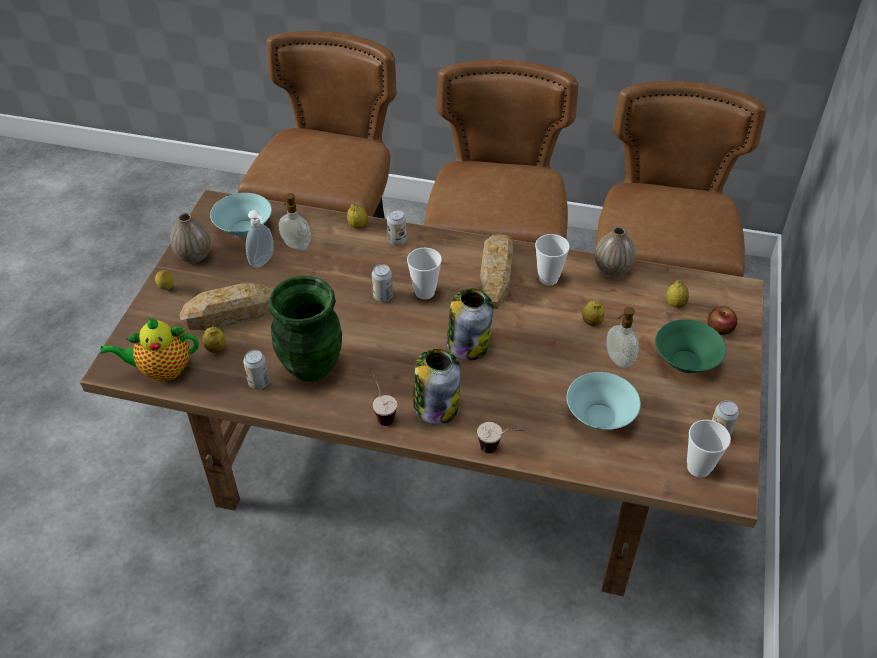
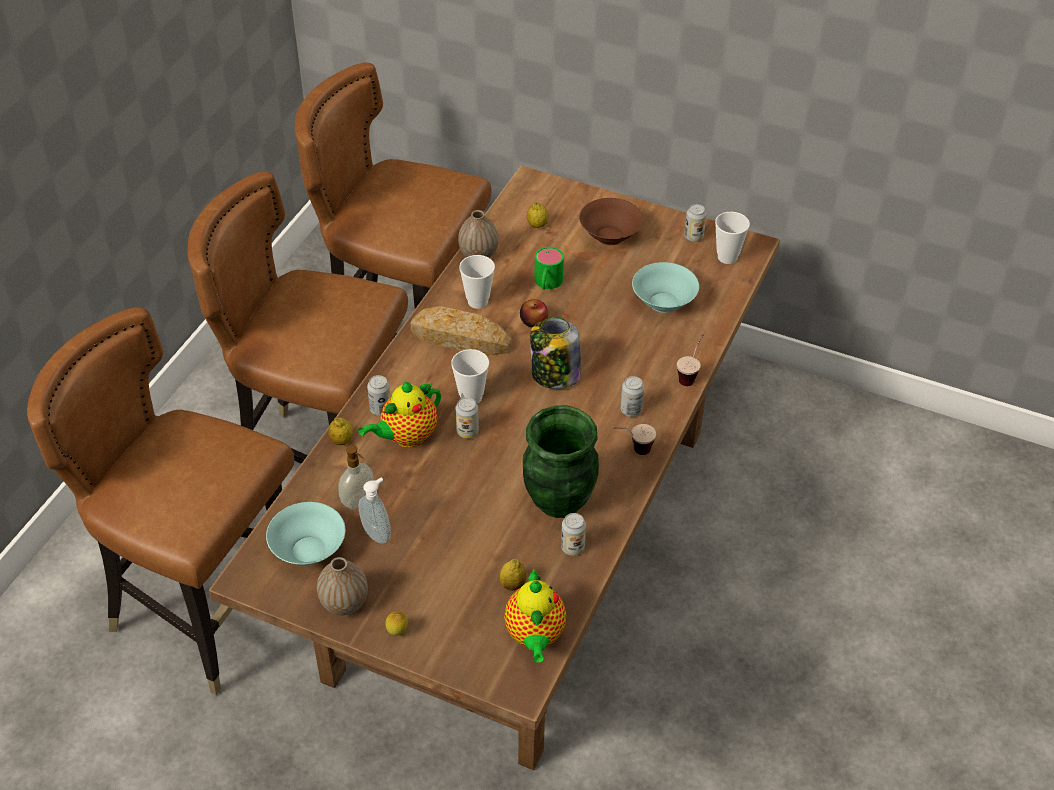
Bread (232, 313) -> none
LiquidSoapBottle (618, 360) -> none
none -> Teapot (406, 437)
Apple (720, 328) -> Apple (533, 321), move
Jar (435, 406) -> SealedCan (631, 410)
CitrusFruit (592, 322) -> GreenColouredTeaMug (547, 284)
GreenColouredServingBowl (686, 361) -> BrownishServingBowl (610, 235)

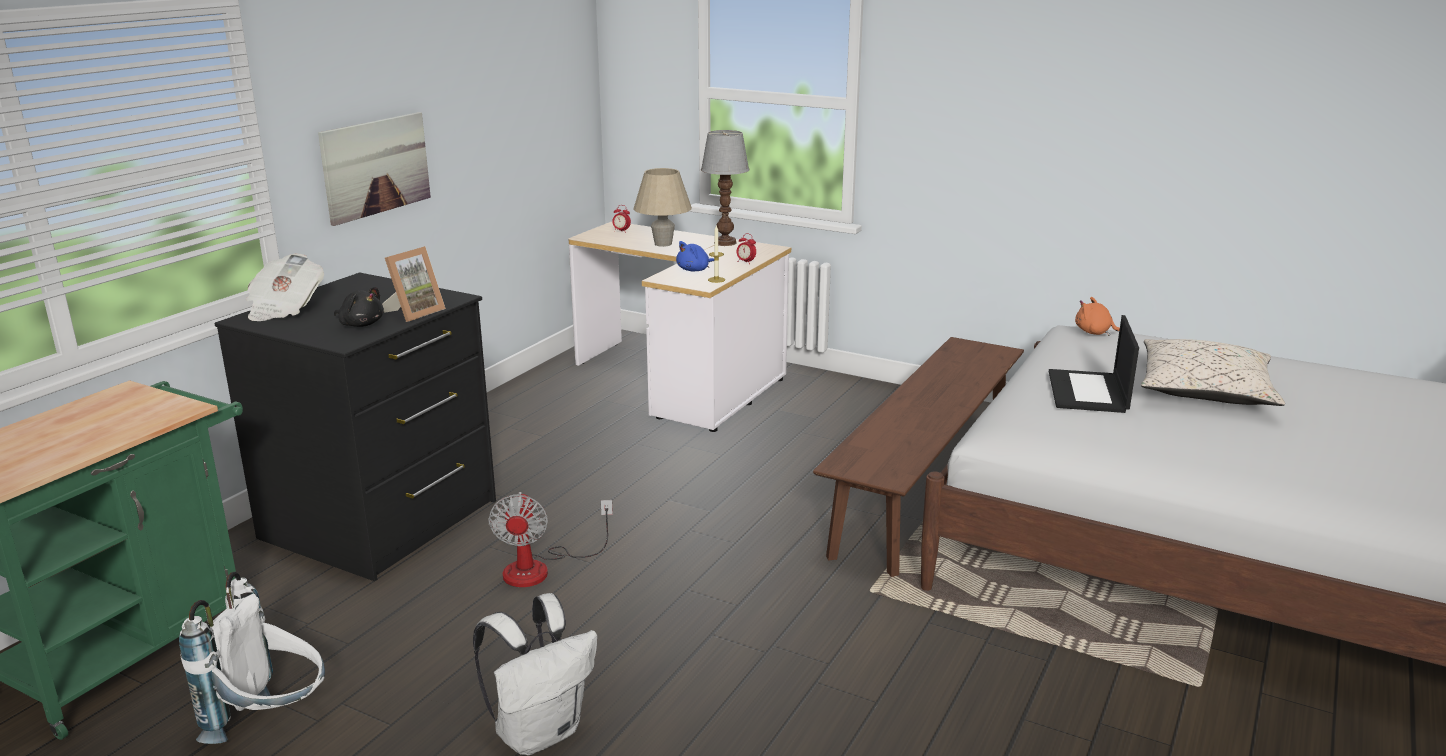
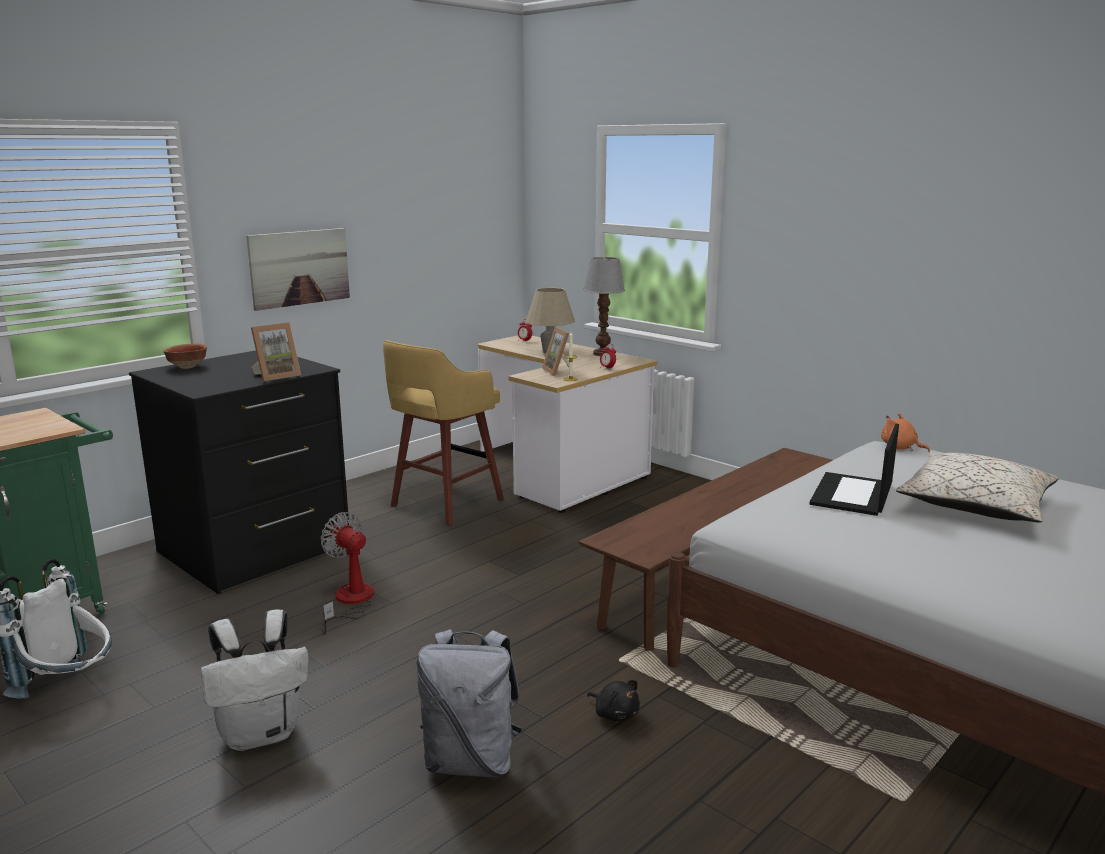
none -> YellowishSittingStool (444, 504)
none -> GreyishKnapsack (471, 761)
BlackishCuddlyToy (361, 324) -> BlackishCuddlyToy (615, 713), move
Newspaper (284, 309) -> ServingBowl (186, 367)
BluishCuddlyToy (695, 270) -> PhotoFrame (559, 371)
CoolingFan (540, 568) -> CoolingFan (350, 602), 120 degrees clockwise

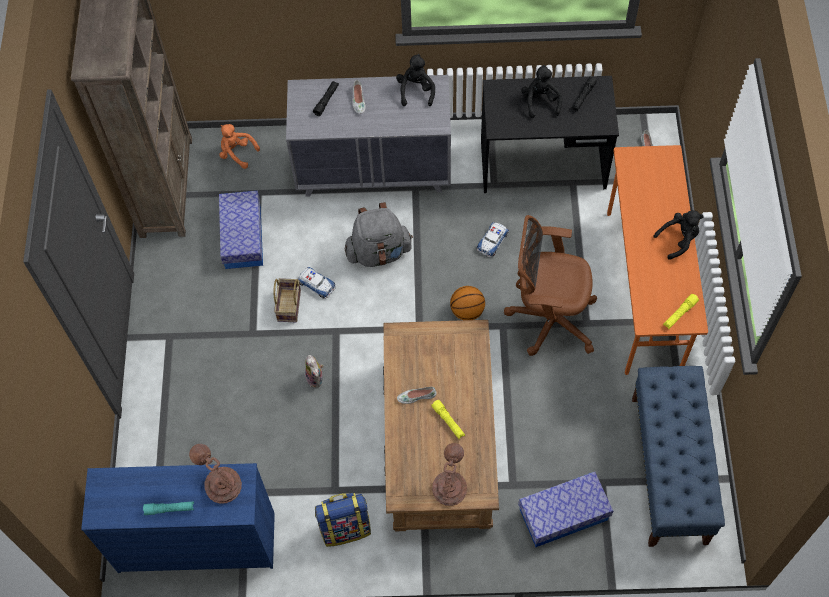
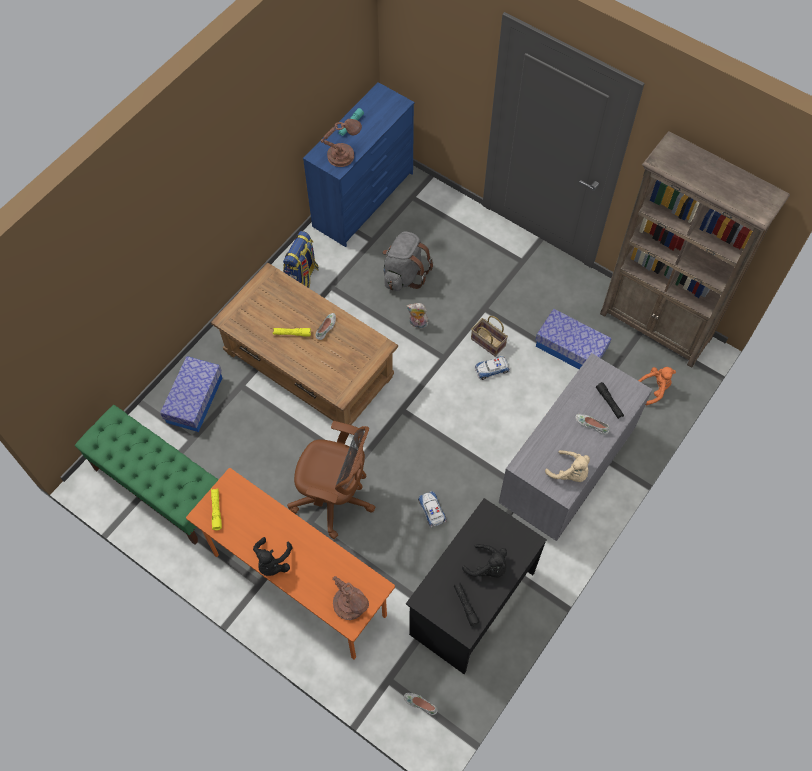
Basketball (467, 311) -> none
GreyishKnapsack (379, 252) -> GreyishKnapsack (404, 274), move
BrownishTabletopLamp (450, 486) -> BrownishTabletopLamp (351, 606), move
BlackishCuddlyToy (416, 90) -> SandColouredCuddlyToy (570, 473)
BluishBench (669, 470) -> GreenColouredBench (160, 487)
BrownishDeskChair (548, 319) -> BrownishDeskChair (335, 499), 60 degrees clockwise

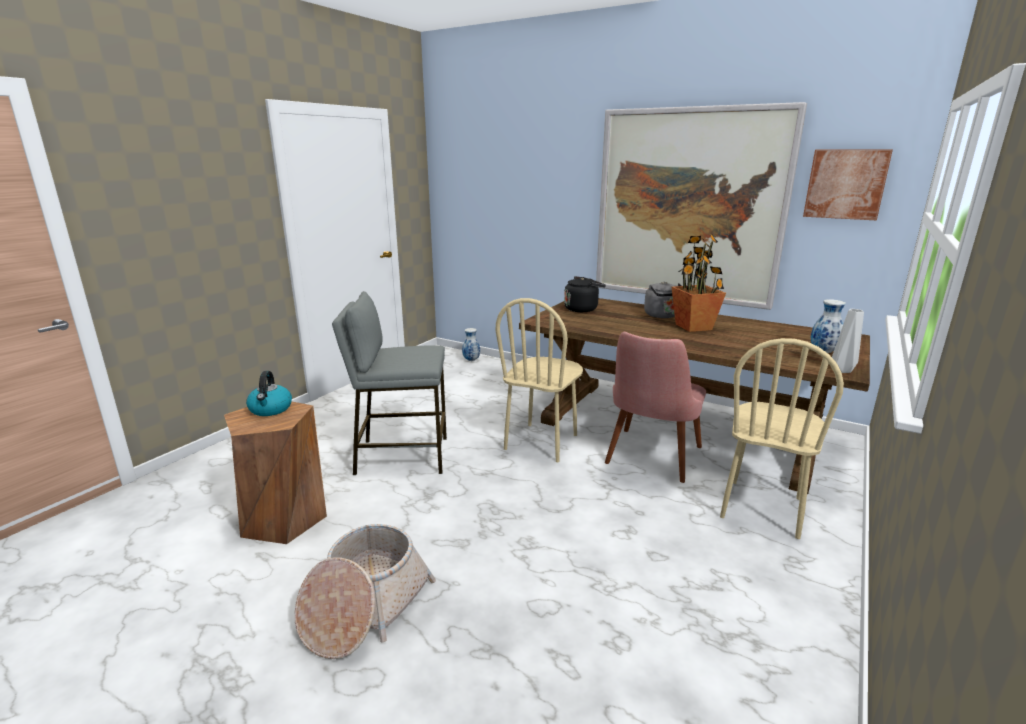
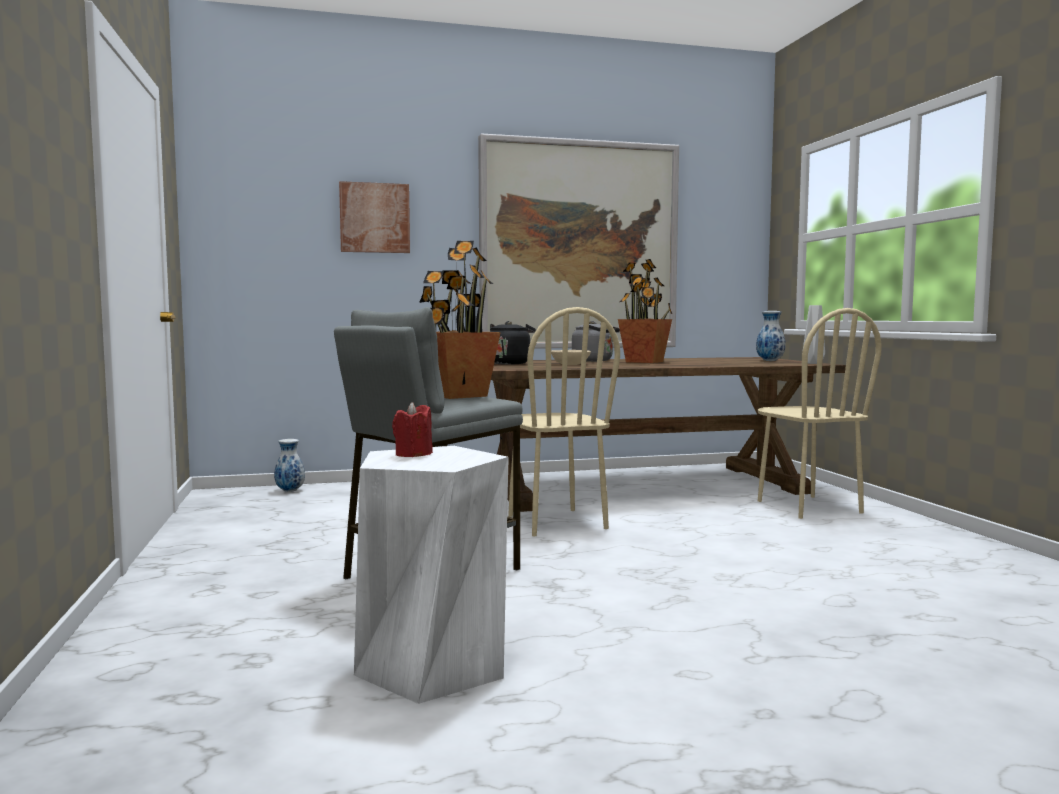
StorageBasket (364, 607) -> none
PinkChair (650, 460) -> none
none -> Houseplant (457, 395)
none -> SandColouredServingBowl (570, 364)
WallArt (845, 184) -> WallArt (374, 218), move
WaterKettle (271, 409) -> RedWaxCandle (413, 454)
BrownishSittingStool (284, 519) -> WhitishSittingStool (432, 666)

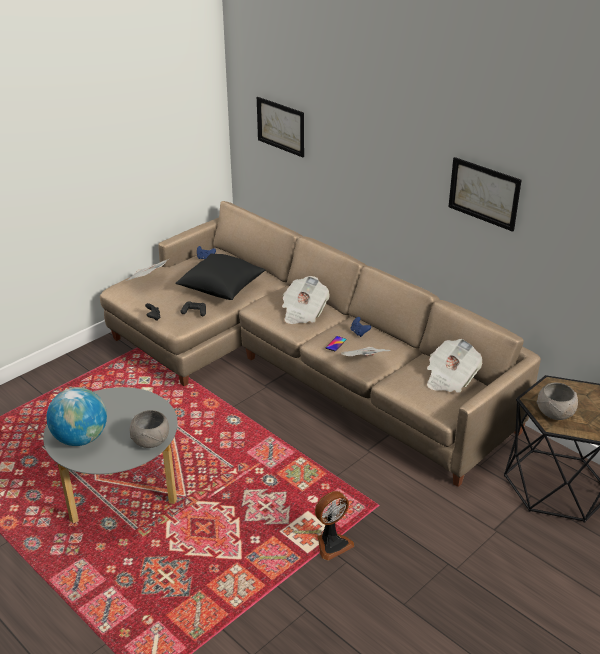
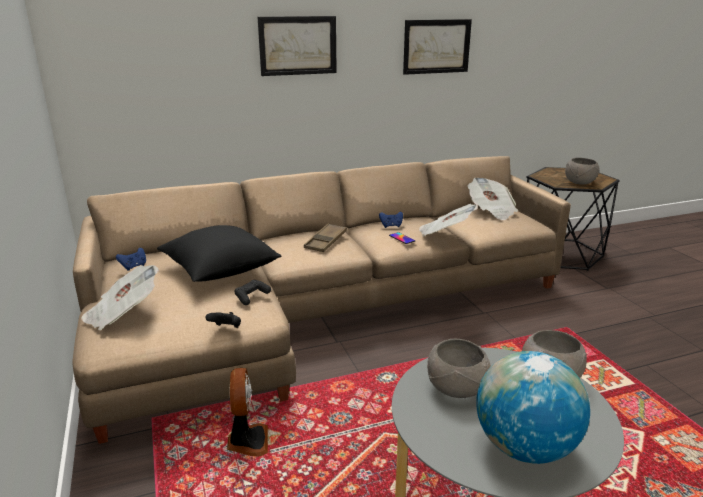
none -> GreyishServingBowl (455, 388)
WallArt (280, 126) -> WallArt (298, 45), move
CoolingFan (332, 543) -> CoolingFan (247, 442), move
Newspaper (303, 312) -> BrownishCarryingTray (325, 241)

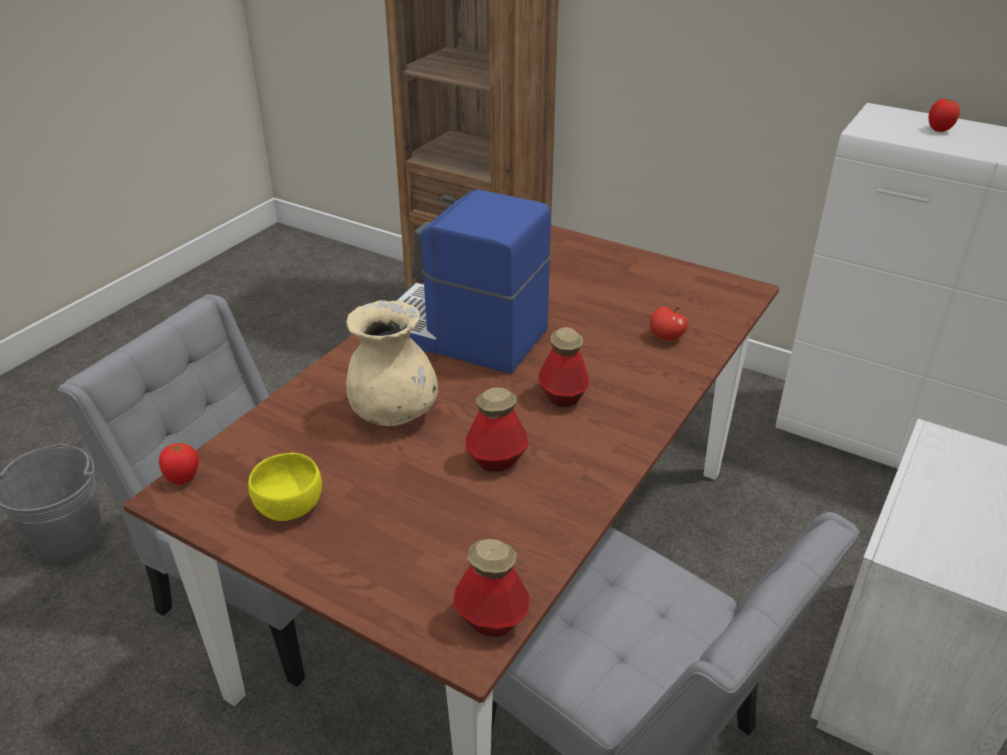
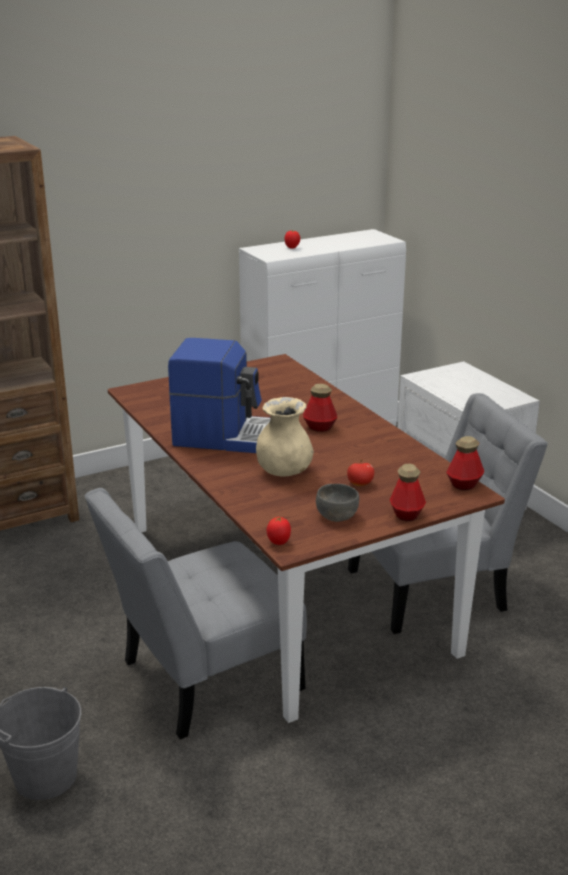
BeverageBottle (496, 460) -> BeverageBottle (406, 514), move
Apple (666, 338) -> Apple (360, 484), move
YellowishServingBowl (290, 506) -> GreyishServingBowl (336, 515)
CoffeeMaker (462, 334) -> CoffeeMaker (228, 436), 135 degrees counterclockwise

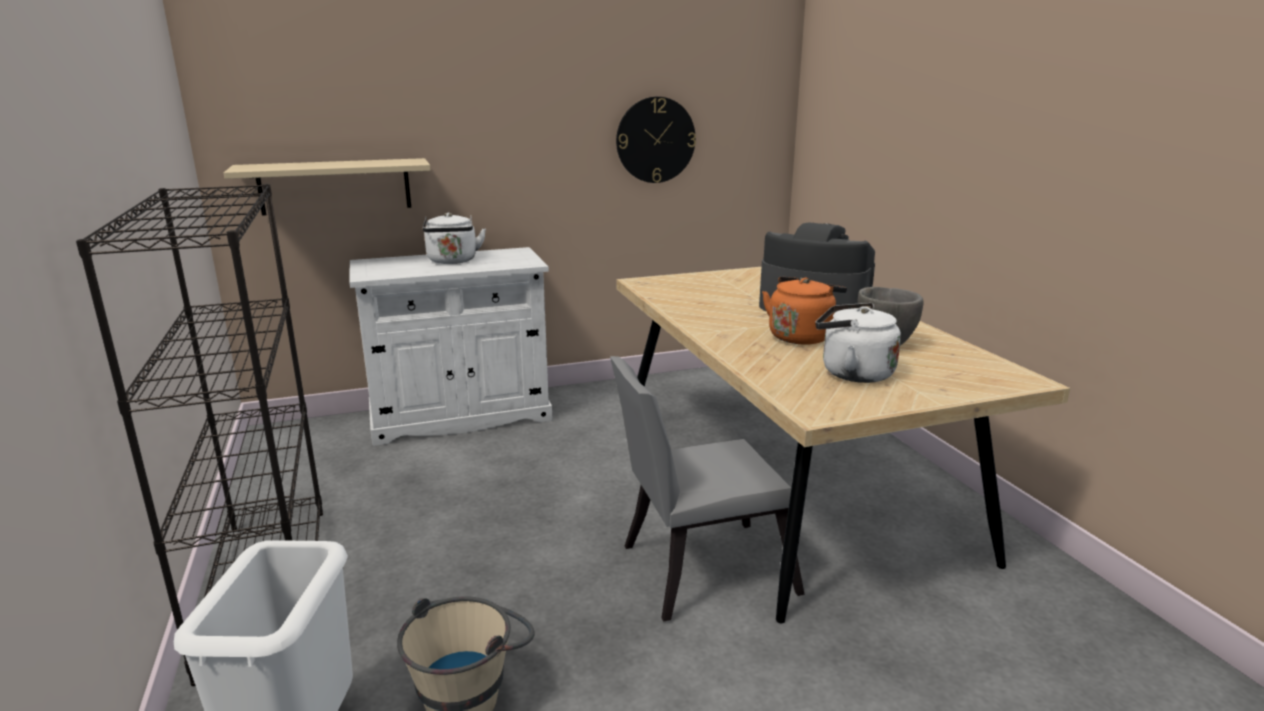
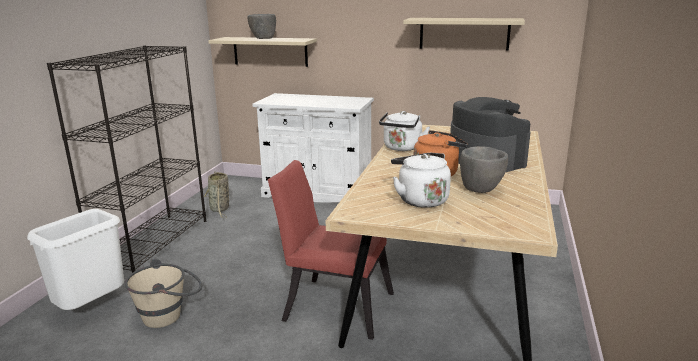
none -> StorageBasket (220, 209)
none -> GreyishServingBowl (263, 38)
WhitishWaterKettle (452, 261) -> WhitishWaterKettle (402, 148), move
ClockOnTheWall (655, 140) -> SandColouredShelf (464, 33)
GreyishChair (697, 570) -> RedChair (333, 305)

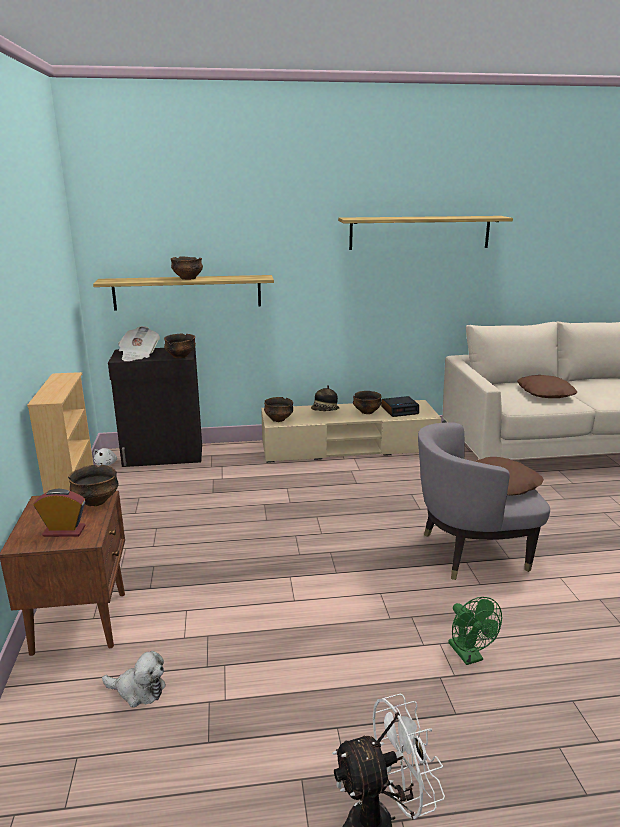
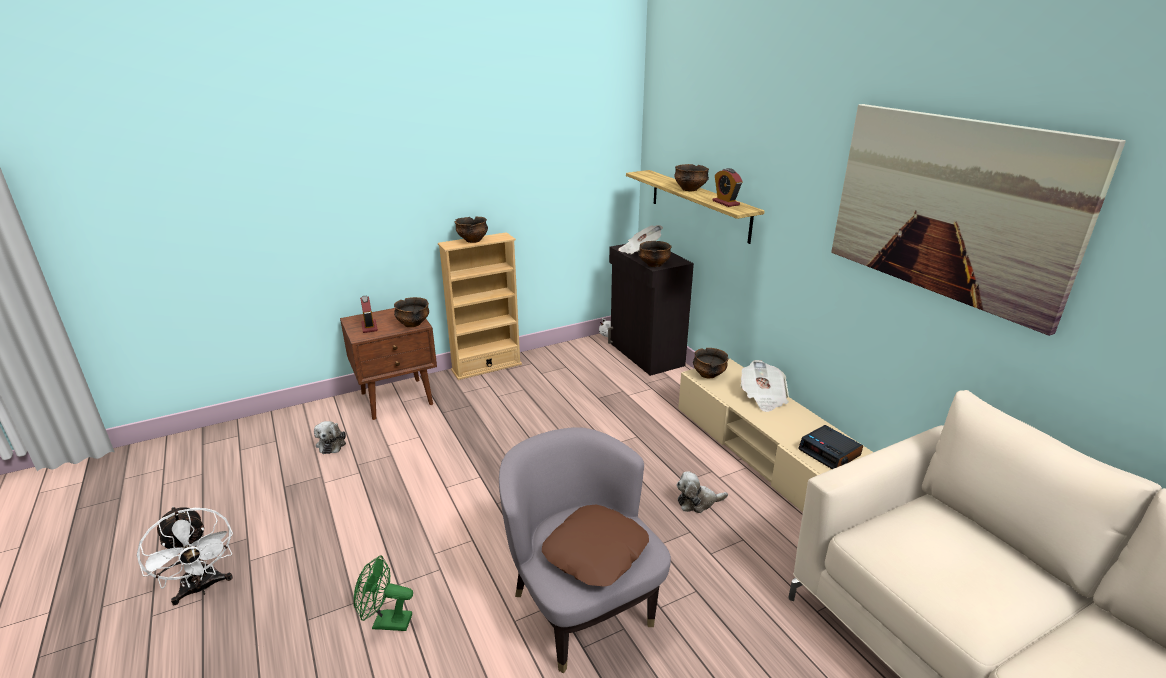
BrownishCushion (545, 393) -> none
none -> CuddlyToy (697, 502)
none -> AlarmClock (725, 203)
ServingBowl (366, 412) -> ServingBowl (473, 240), move
Hat (325, 411) -> Newspaper (763, 398)
Shelf (420, 232) -> WallArt (950, 207)
GreenColouredCoolingFan (469, 656) -> GreenColouredCoolingFan (386, 622), 45 degrees clockwise

